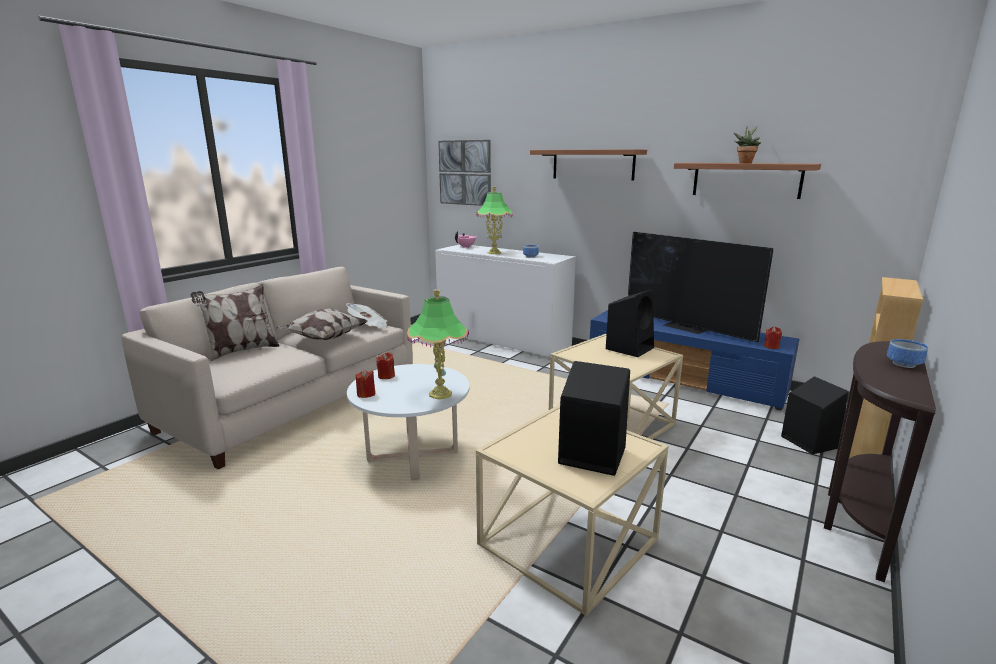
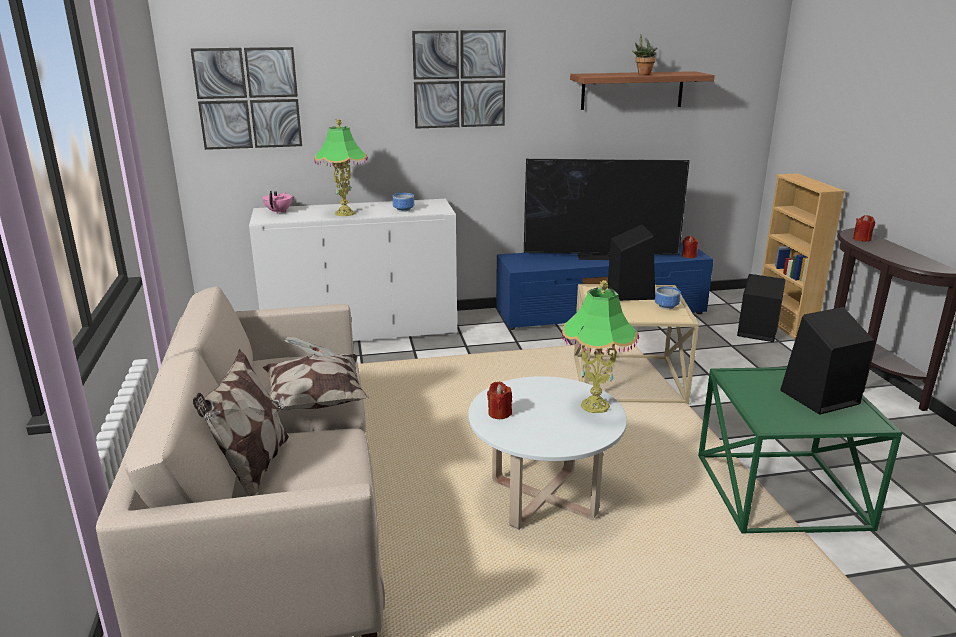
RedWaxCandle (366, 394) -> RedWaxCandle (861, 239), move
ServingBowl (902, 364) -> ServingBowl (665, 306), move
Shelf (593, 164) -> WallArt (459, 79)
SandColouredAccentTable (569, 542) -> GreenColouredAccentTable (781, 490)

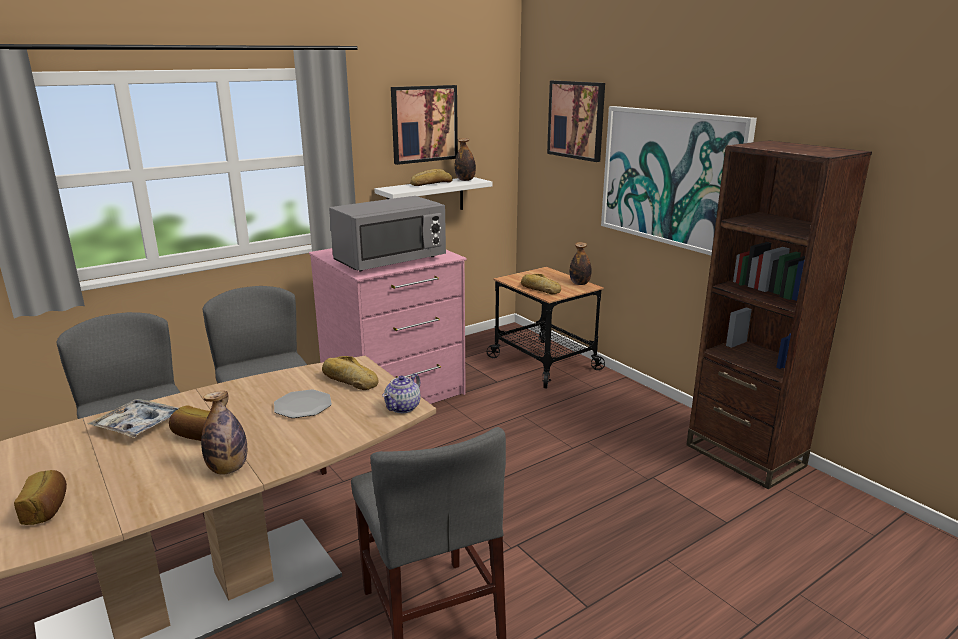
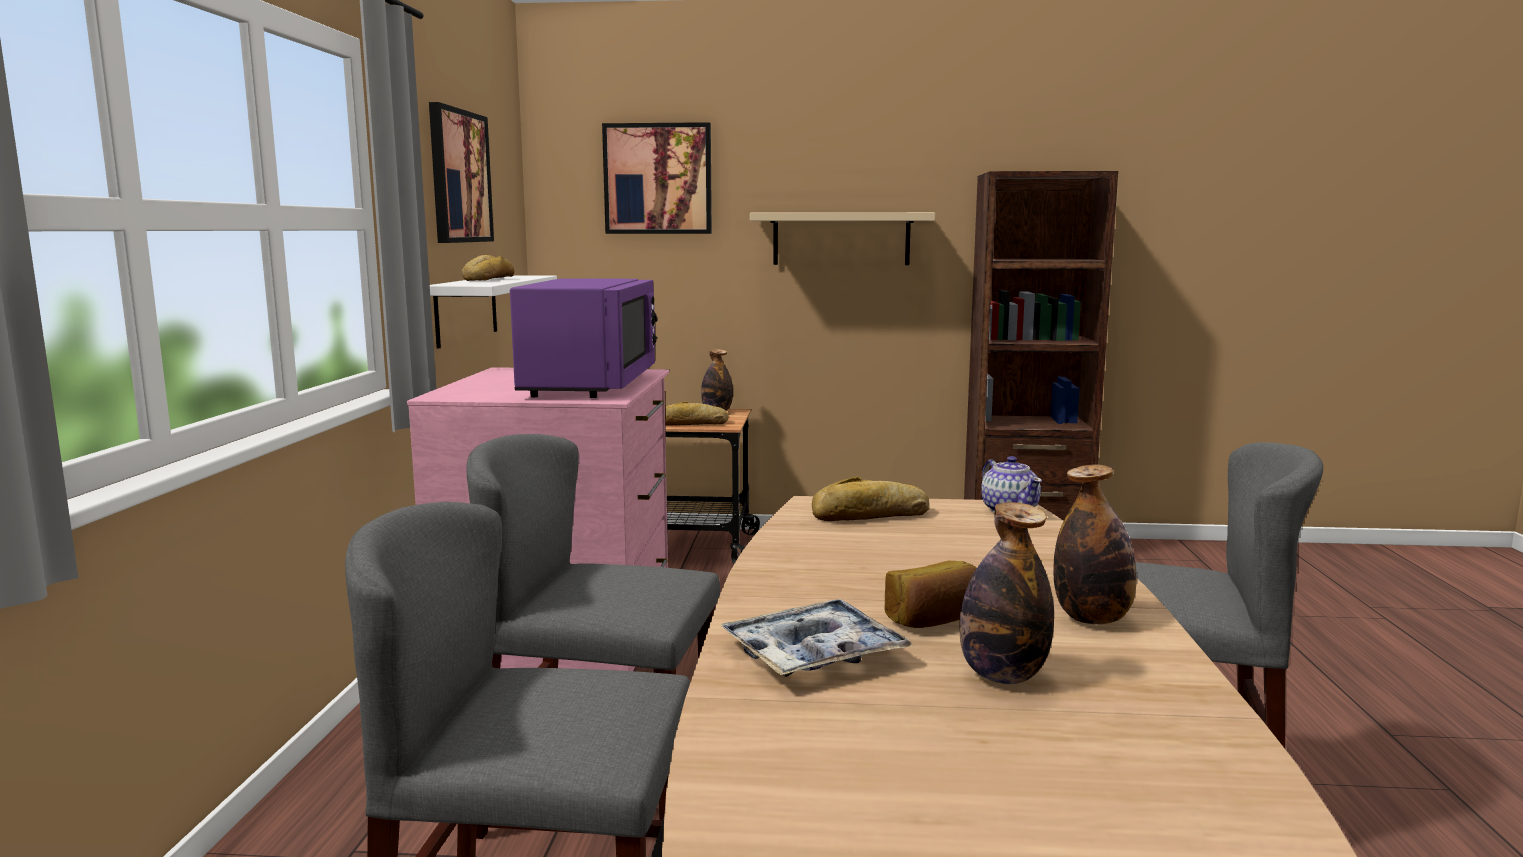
Bread (47, 509) -> none
Plate (303, 405) -> none
BeverageBottle (465, 180) -> BeverageBottle (1002, 675), move
WallArt (672, 178) -> SandColouredShelf (841, 239)
GreyishMicrowaveOven (390, 261) -> PurplishMicrowaveOven (589, 385)

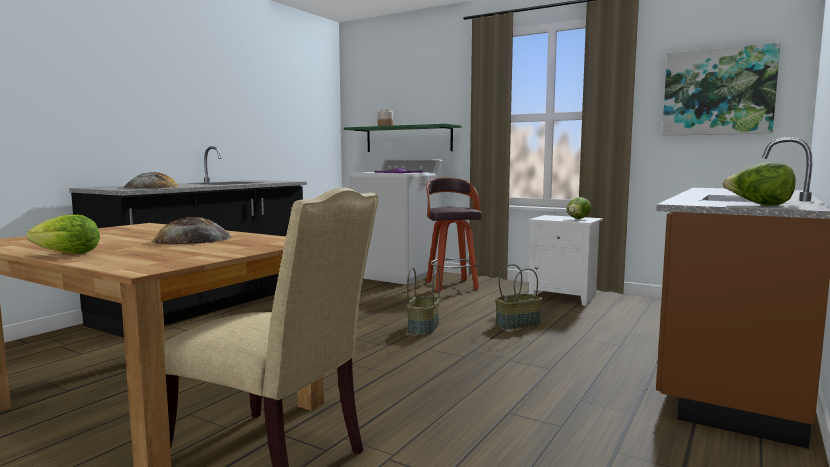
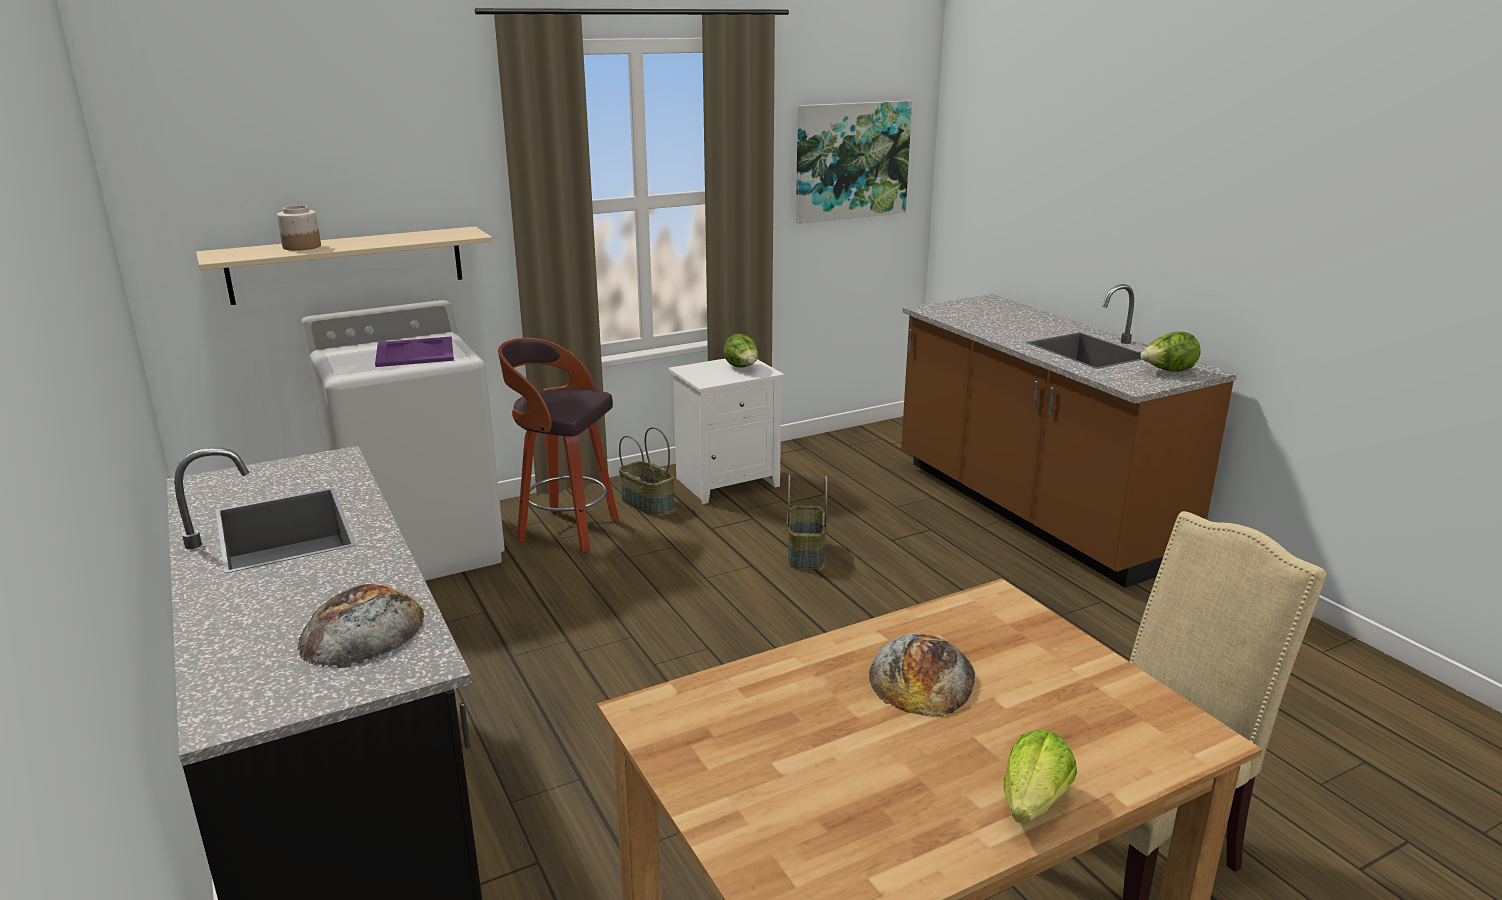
StorageBasket (424, 328) -> StorageBasket (648, 504), move
GreenColouredShelf (408, 139) -> SandColouredShelf (347, 264)

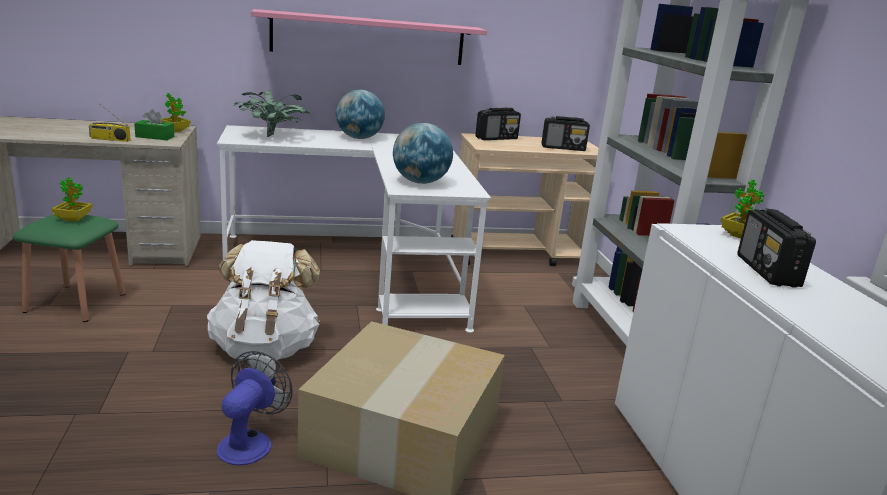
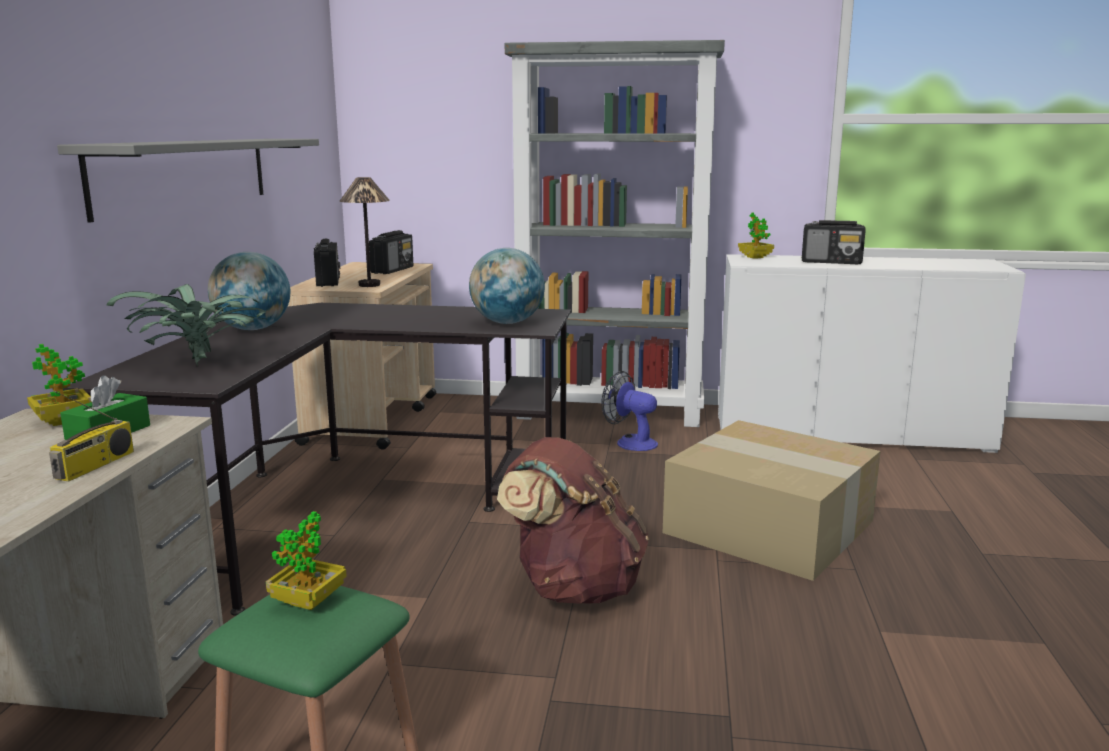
none -> TabletopLamp (370, 285)
CoolingFan (250, 442) -> CoolingFan (630, 442), move
WhitishKnapsack (265, 349) -> BrownishKnapsack (573, 588)
WhitishDesk (362, 268) -> BlackishDesk (348, 507)
PinkShelf (368, 38) -> GreyishShelf (186, 173)

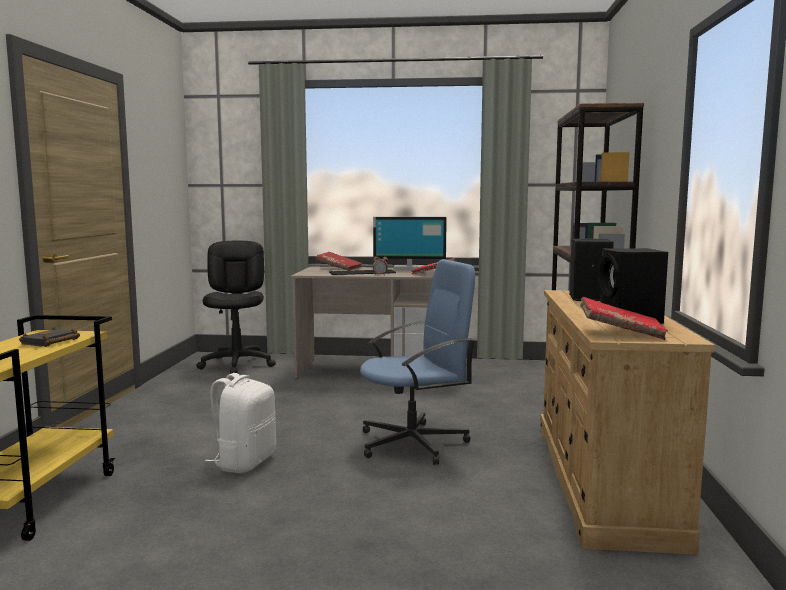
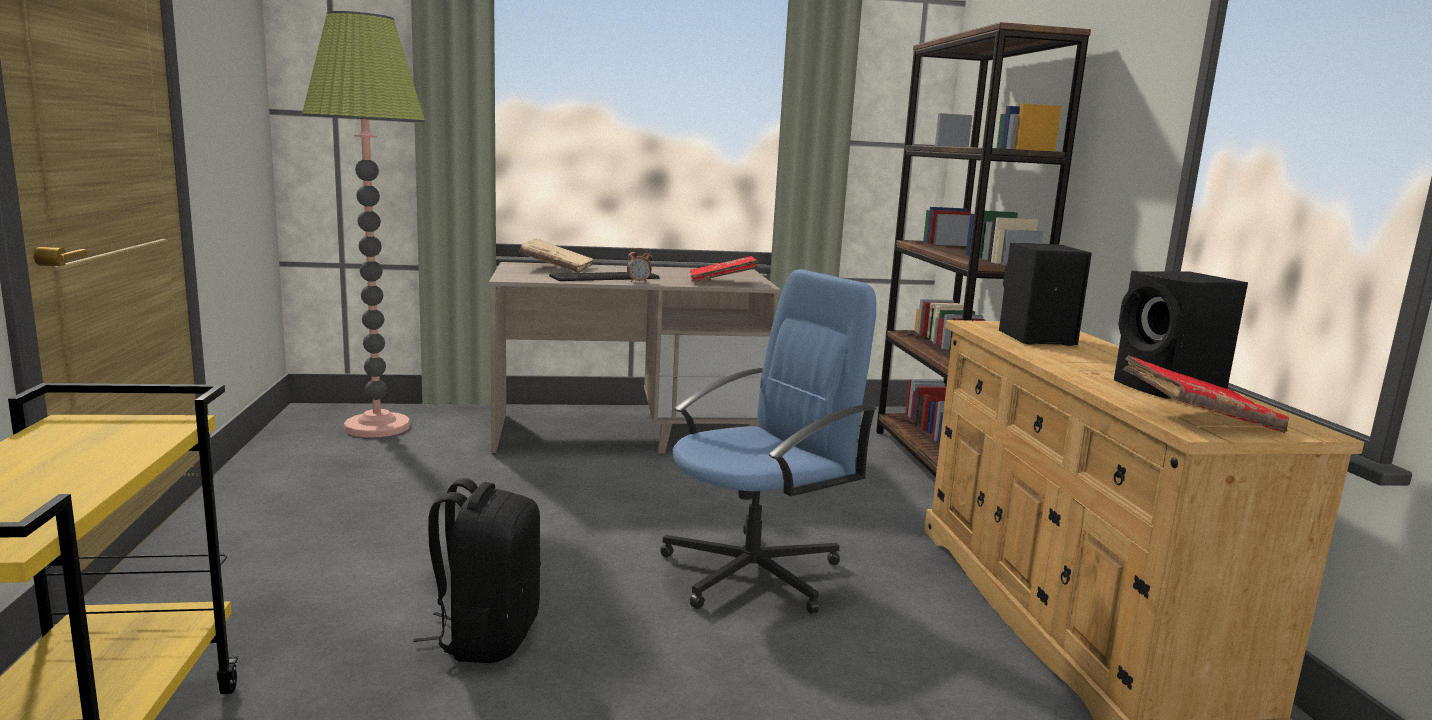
BlackishBoundBook (50, 342) -> none
Monitor (409, 268) -> none
BlackishDeskChair (237, 364) -> FloorLamp (377, 427)
WhitishKnapsack (244, 462) -> BlackishKnapsack (486, 636)
RedBoundBook (339, 268) -> SandColouredBoundBook (556, 268)

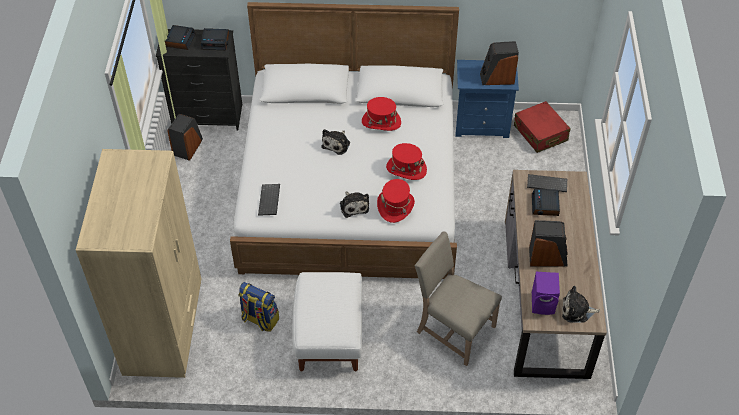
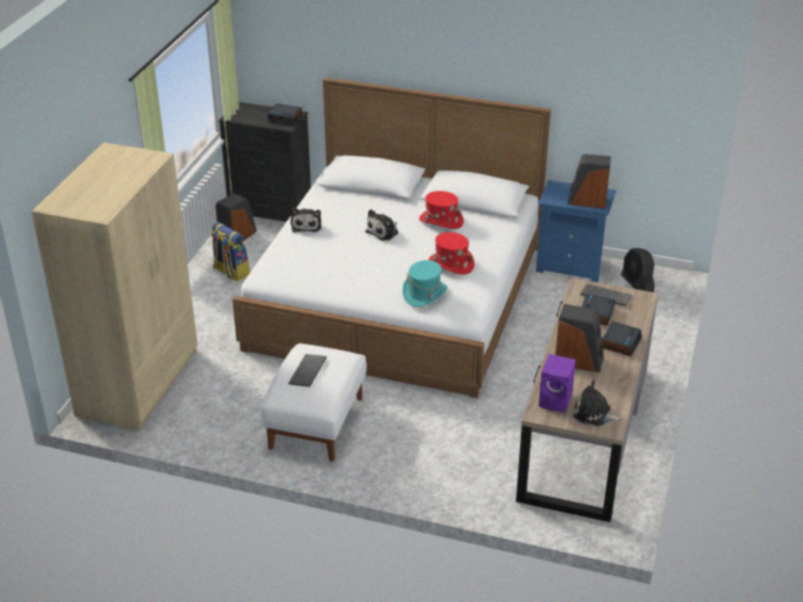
SandColouredChair (453, 329) -> none
AlarmClock (180, 40) -> AlarmClock (620, 343), move
Knapsack (259, 319) -> Knapsack (230, 272), move
Keyboard (270, 200) -> Keyboard (308, 372), move
CuddlyToy (353, 206) -> CuddlyToy (306, 225), move
RedSuitcase (540, 133) -> BlackishCoolingFan (637, 284)
RedHat (395, 206) -> TurquoiseColouredHat (424, 293)

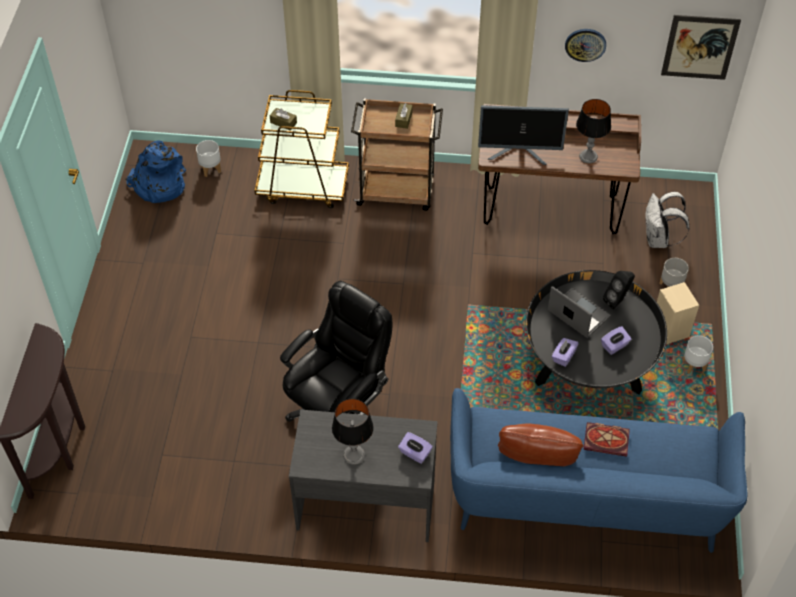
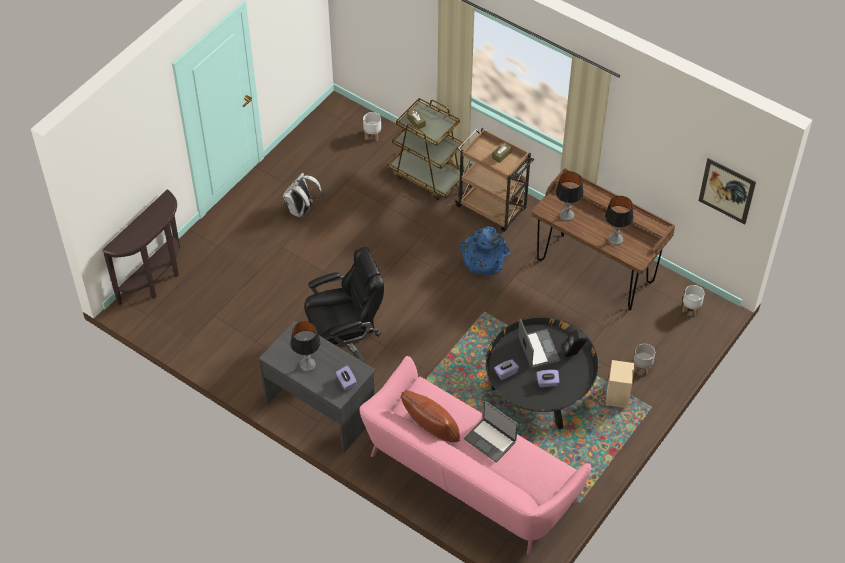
ClockOnTheWall (585, 44) -> none
BluishKnapsack (158, 185) -> BluishKnapsack (483, 258), move
WhitishKnapsack (658, 240) -> WhitishKnapsack (302, 210), move
WhitishPlantPot (694, 365) -> WhitishPlantPot (691, 308), move
Monitor (519, 153) -> TabletopLamp (567, 215)
BoundBook (607, 440) -> Laptop (490, 440)
BluishCouch (586, 498) -> PinkCouch (468, 478)

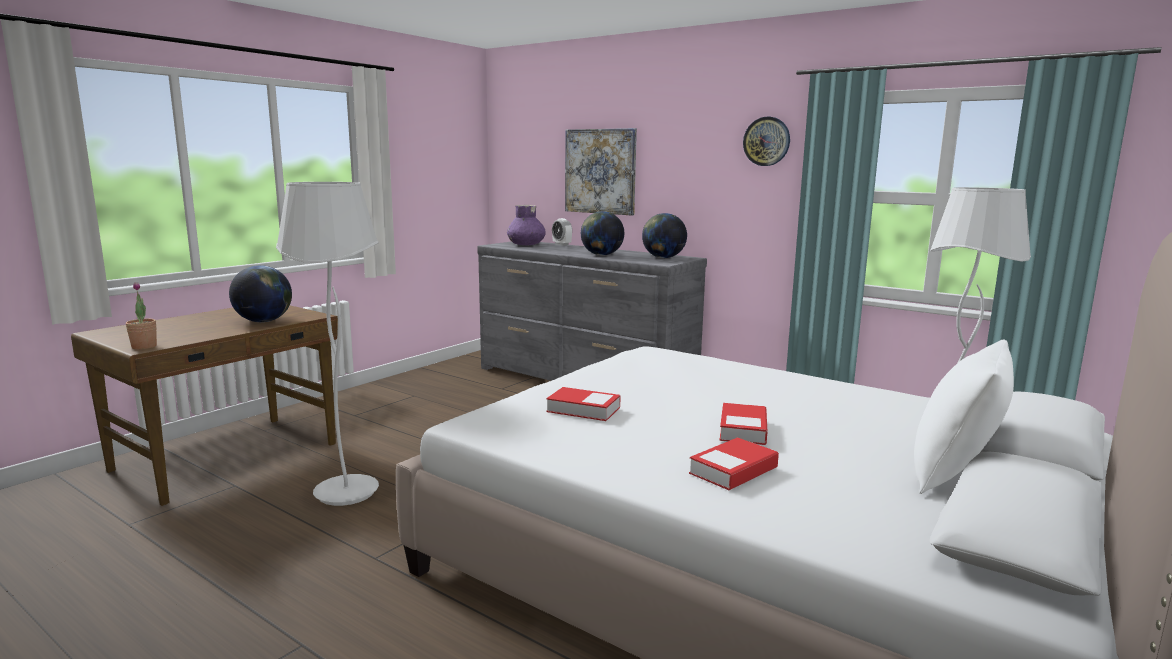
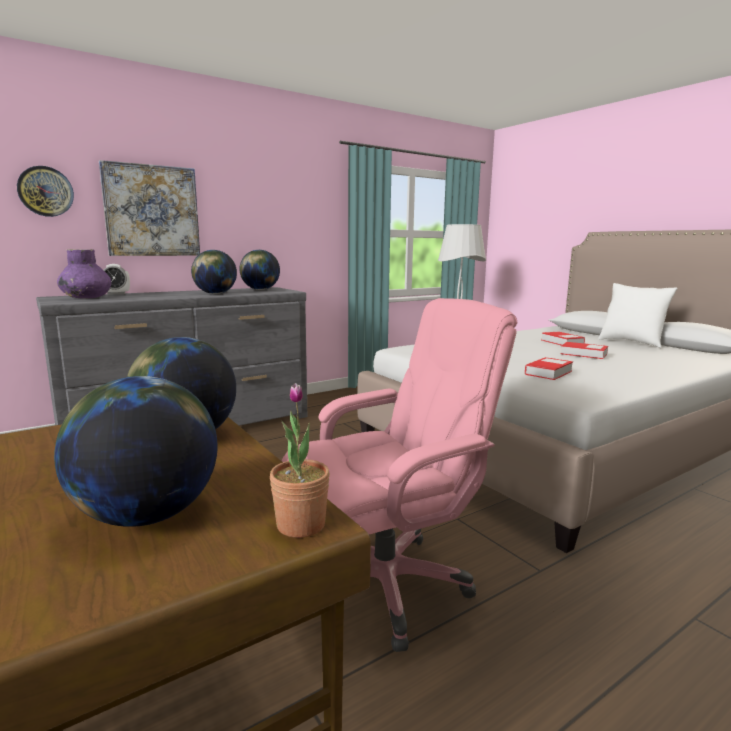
none -> WorldGlobe (146, 515)
BoundBook (733, 470) -> BoundBook (562, 342), move
ClockOnTheWall (766, 141) -> ClockOnTheWall (45, 191), move
WhitishFloorLamp (347, 493) -> PinkDeskChair (385, 583)

